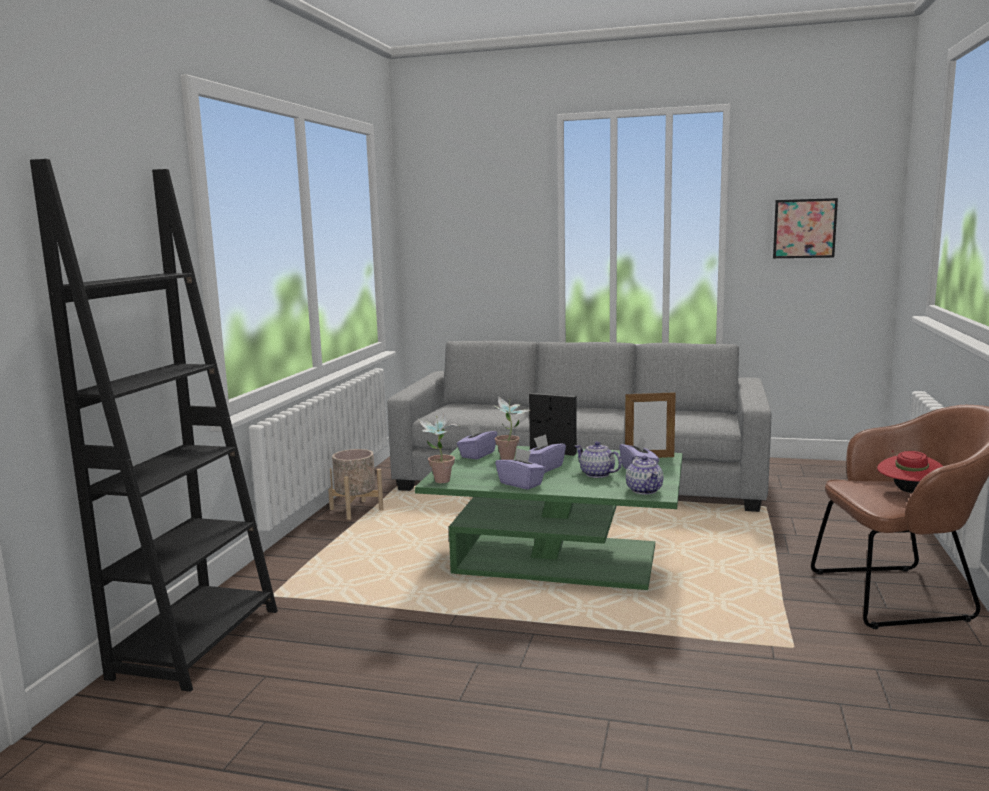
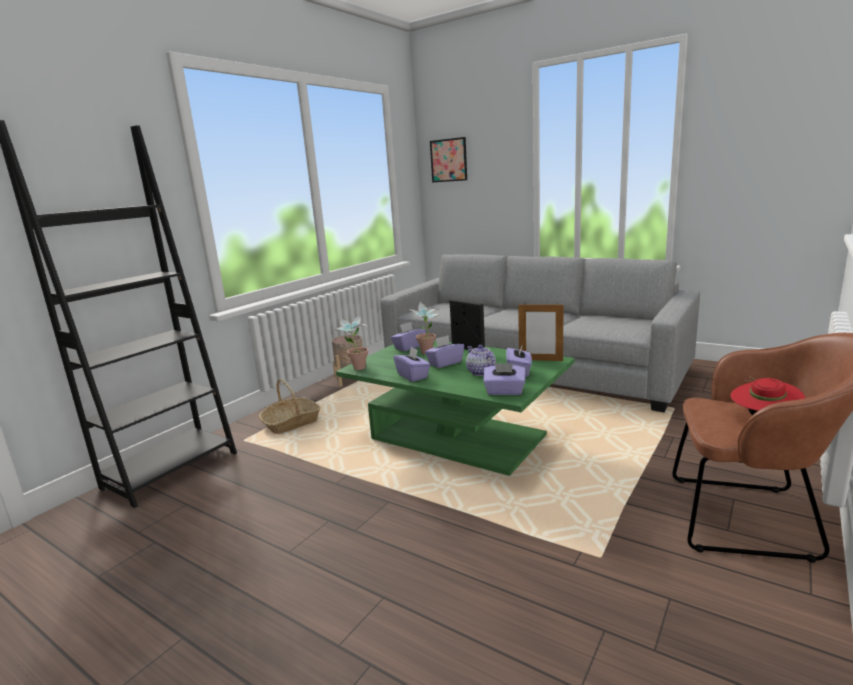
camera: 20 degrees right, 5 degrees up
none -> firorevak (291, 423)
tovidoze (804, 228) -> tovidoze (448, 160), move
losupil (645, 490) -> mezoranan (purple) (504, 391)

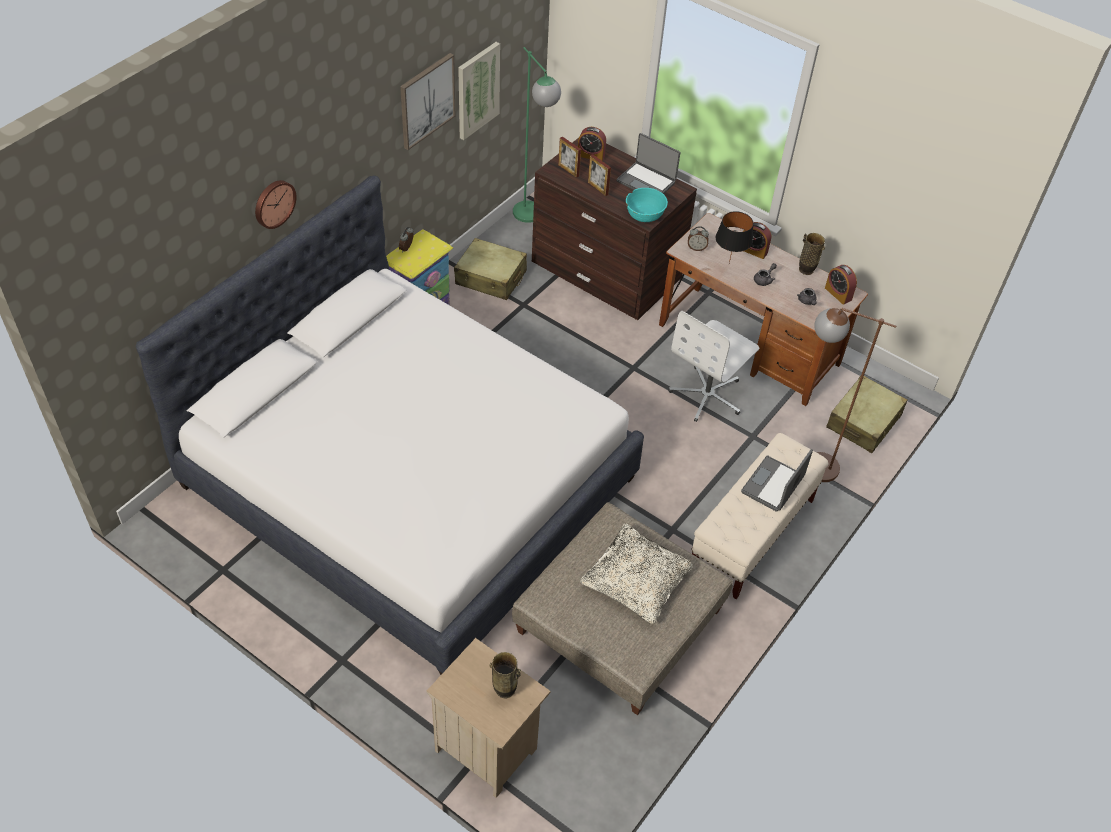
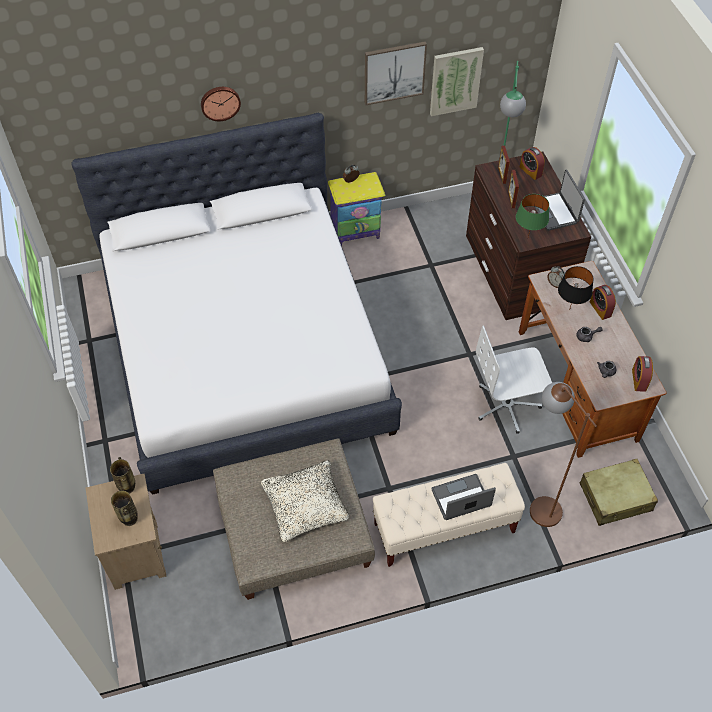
camera: 40 degrees right, 5 degrees up
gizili (806, 270) -> gizili (127, 487), move
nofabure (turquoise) (644, 215) -> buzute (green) (527, 238)
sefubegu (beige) (491, 278) -> none

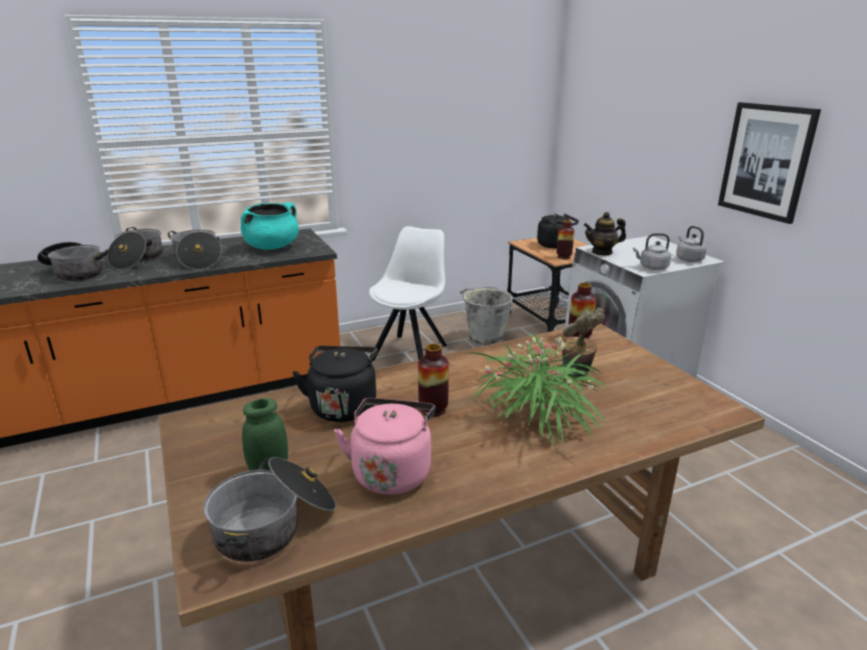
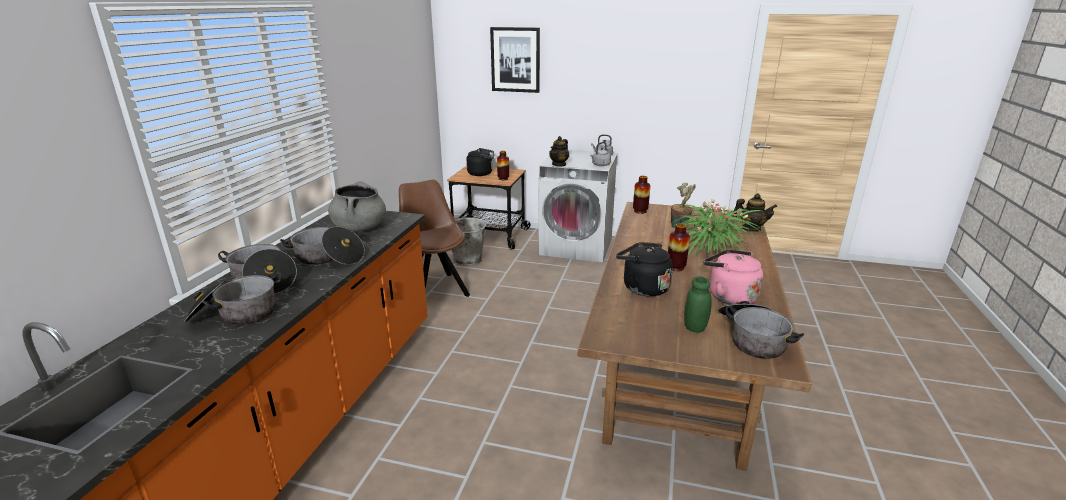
camera: 50 degrees left, 0 degrees up
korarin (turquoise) (272, 247) -> korarin (grey) (360, 227)
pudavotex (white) (410, 352) -> pudavotex (brown) (435, 290)
tovidoze (766, 161) -> tovidoze (515, 60), move
none -> losupil (751, 229)

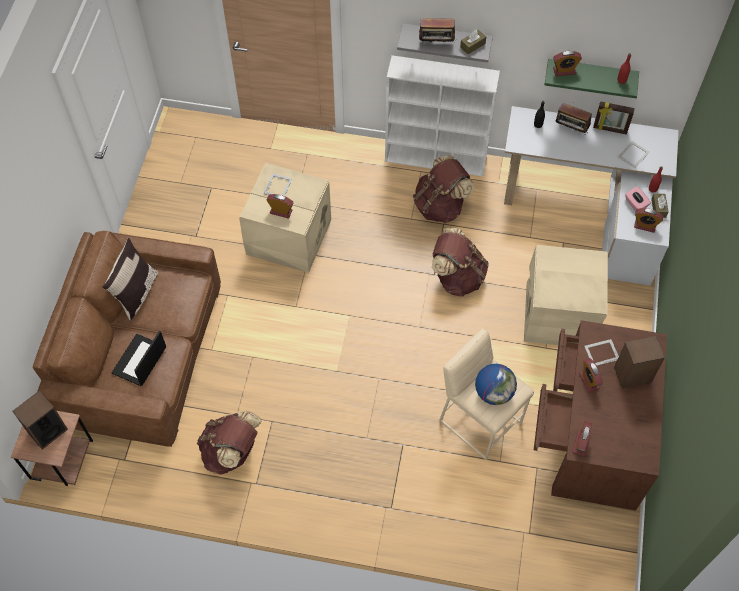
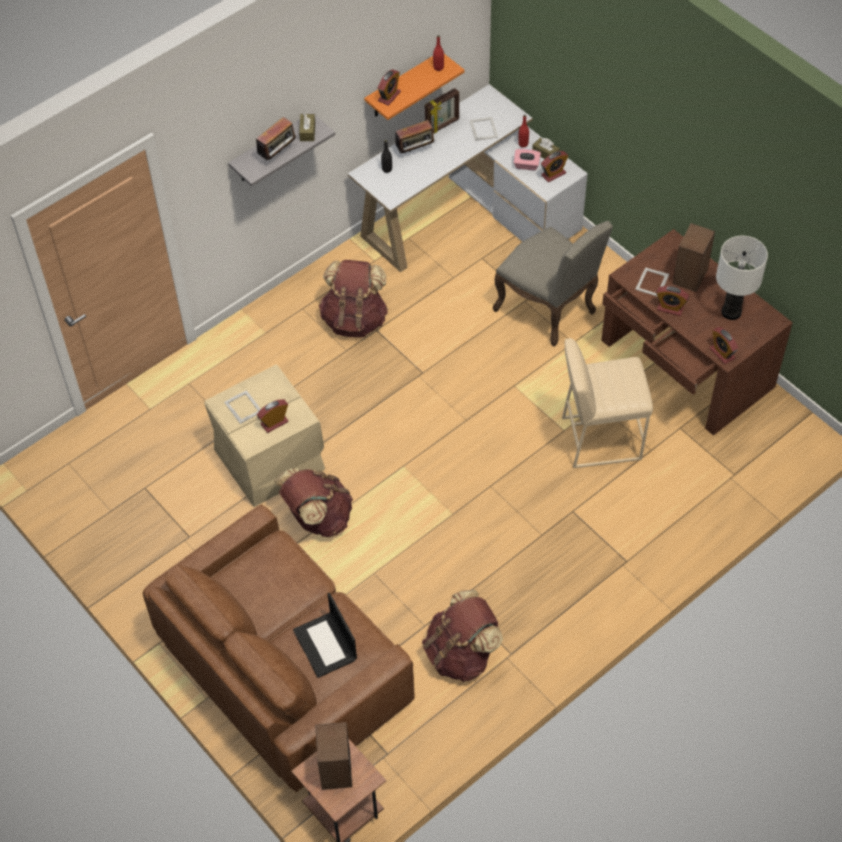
camera: 50 degrees left, 5 degrees down
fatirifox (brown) (457, 277) -> fatirifox (brown) (317, 518), move
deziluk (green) (590, 74) -> deziluk (orange) (403, 86)
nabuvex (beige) (558, 313) -> pudavotex (grey) (548, 310)
none -> buzute (white) (731, 312)
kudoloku (136, 294) -> none
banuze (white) (436, 158) -> none
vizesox (494, 392) -> none

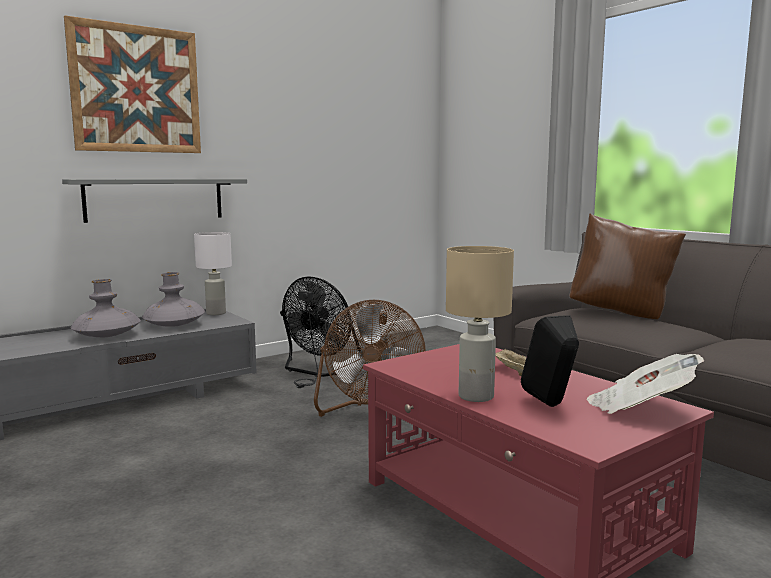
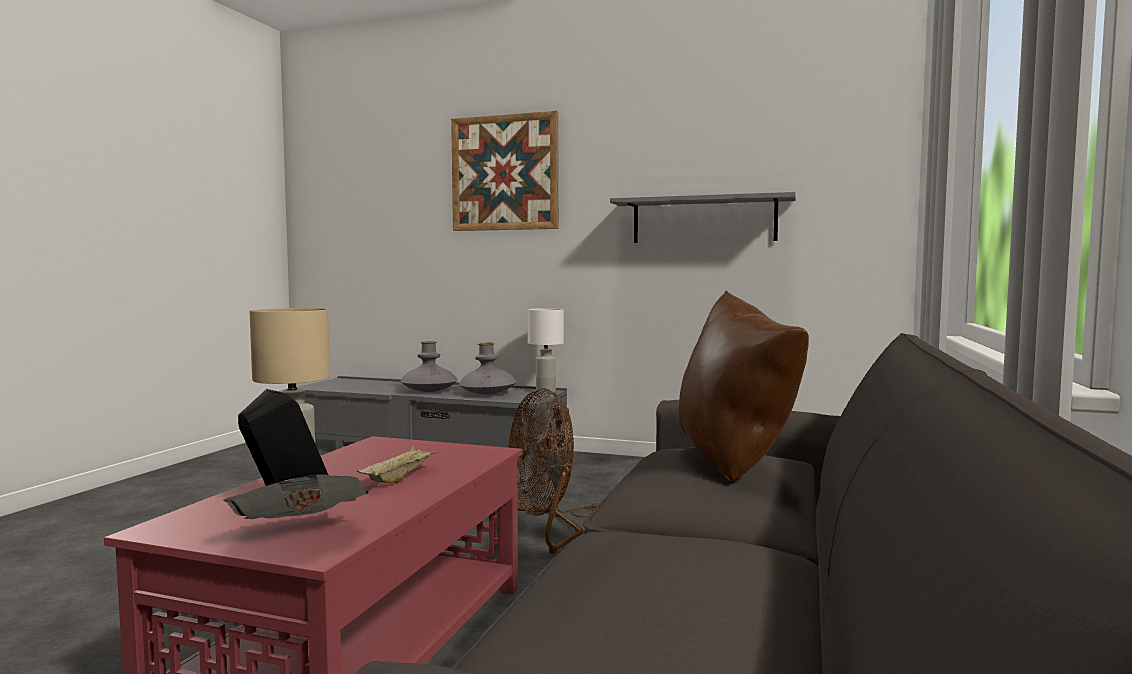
camera: 55 degrees right, 5 degrees down
deziluk (grey) (155, 199) -> deziluk (grey) (703, 220), move
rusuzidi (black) (314, 371) -> none

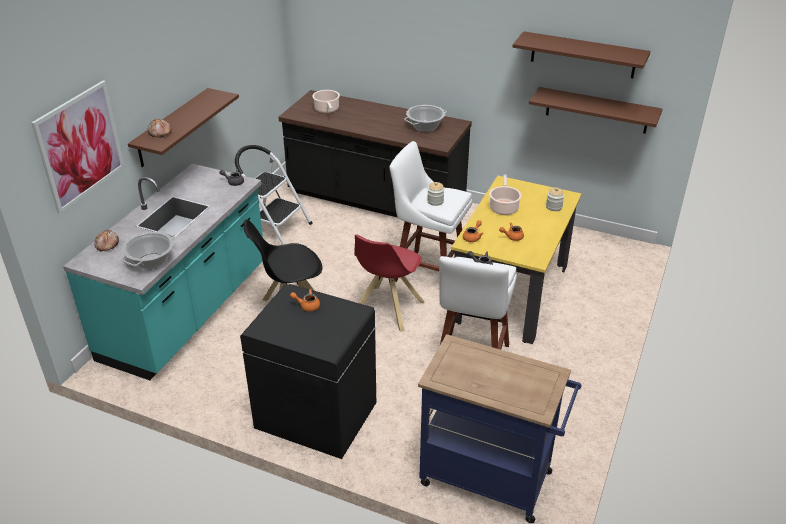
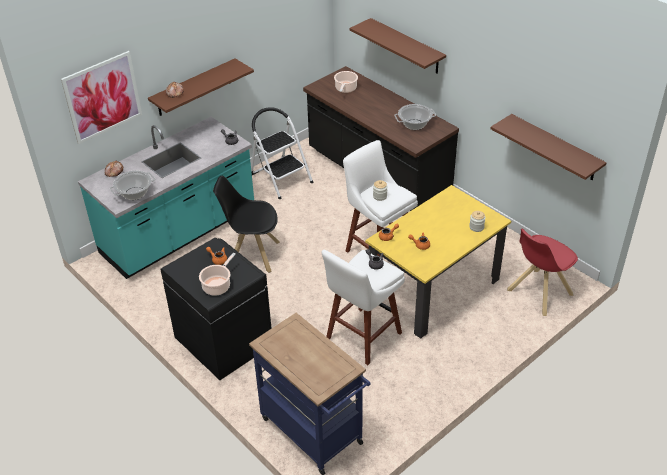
camera: 25 degrees right, 5 degrees up
korarin (504, 207) -> korarin (217, 285), move
deziluk (brown) (583, 55) -> deziluk (brown) (406, 46), move
pudavotex (red) (386, 309) -> pudavotex (red) (538, 293), move

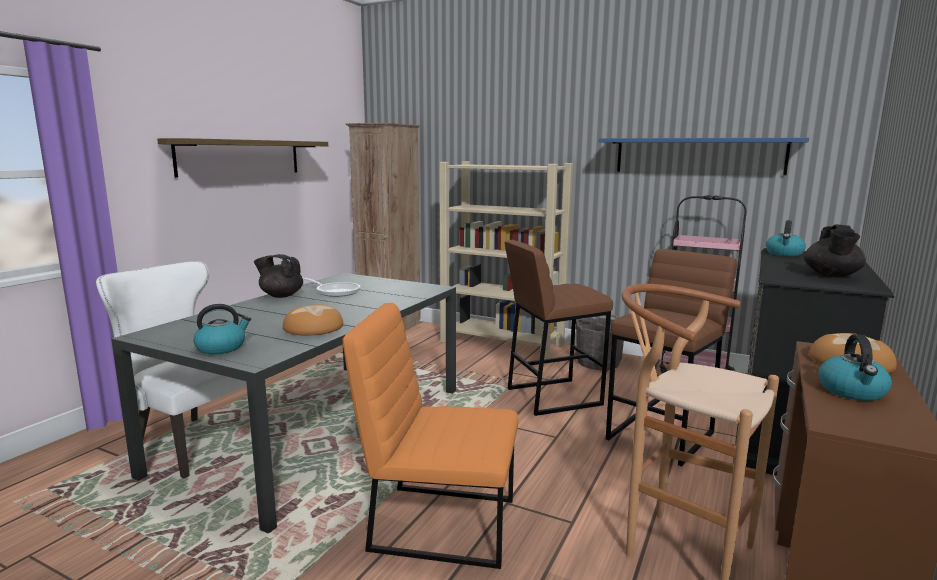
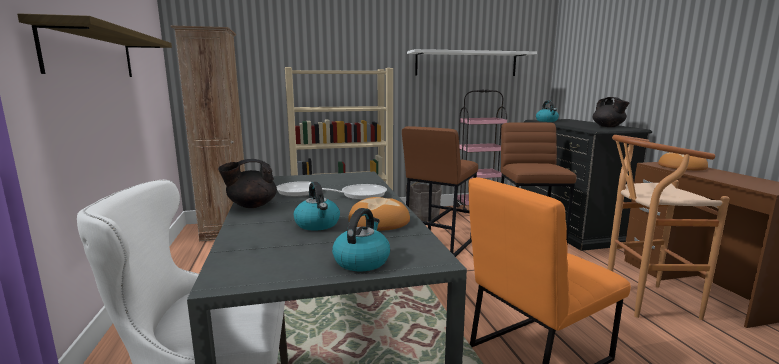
camera: 40 degrees left, 0 degrees up
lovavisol (852, 391) -> lovavisol (318, 224), move
none -> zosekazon (359, 195)
deziluk (blue) (698, 156) -> deziluk (white) (466, 64)

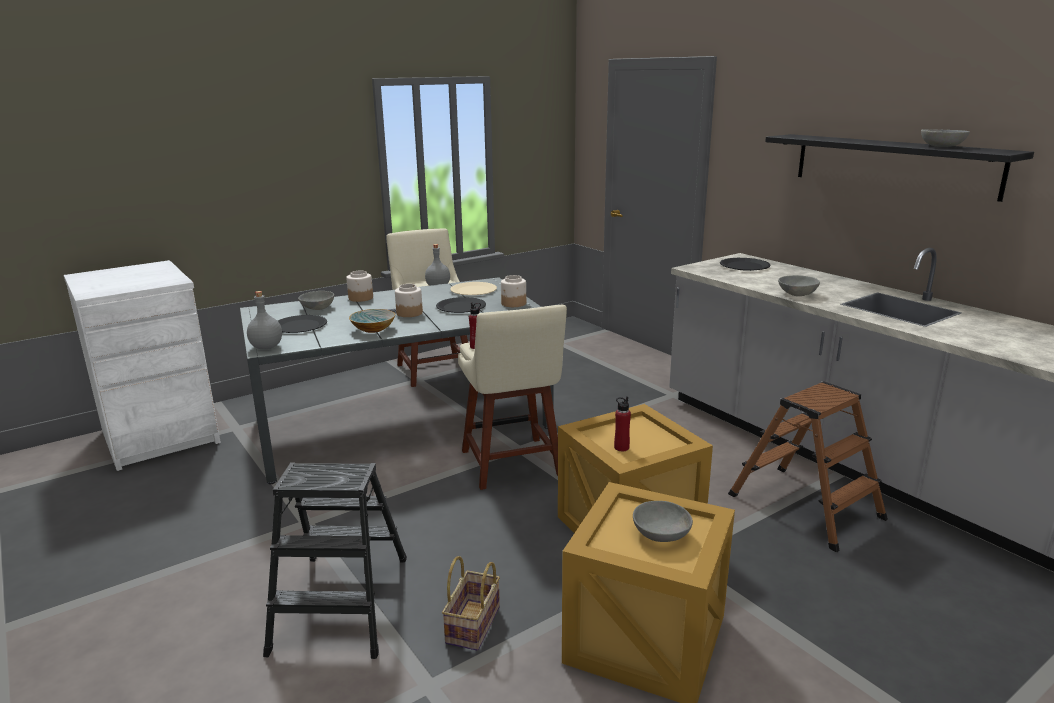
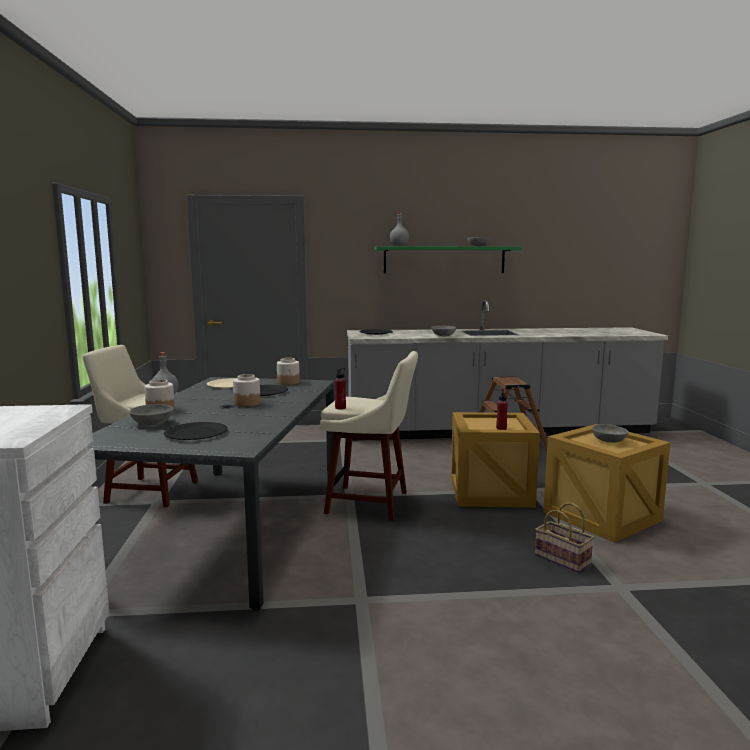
camera: 60 degrees left, 10 degrees down
deziluk (black) (893, 165) -> deziluk (green) (444, 260)
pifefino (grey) (267, 347) -> pifefino (grey) (399, 246), move
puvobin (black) (341, 602) -> none
nofabure (373, 329) -> none

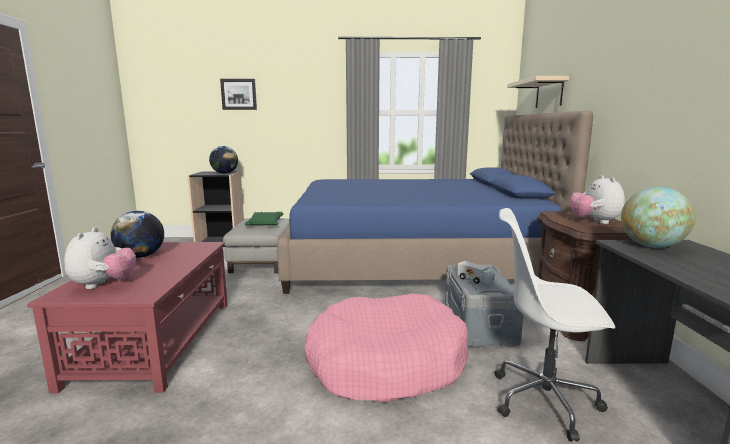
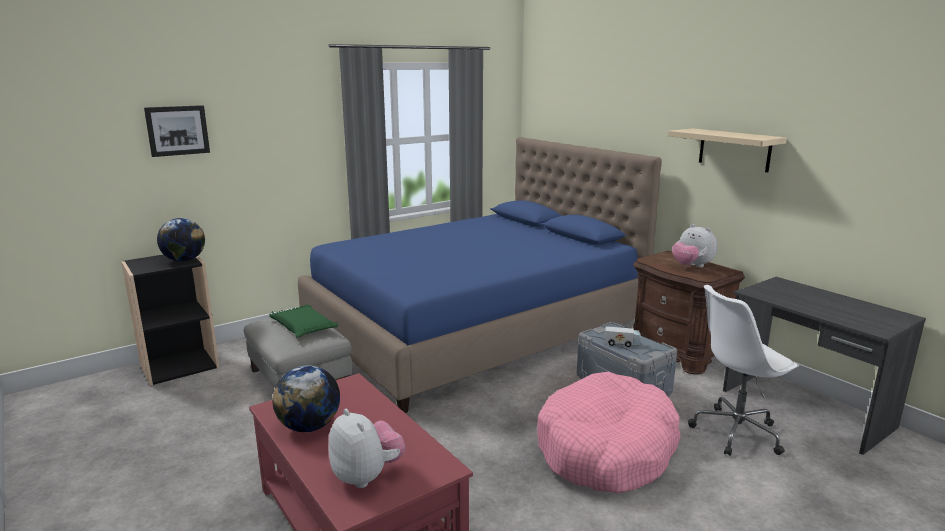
camera: 35 degrees left, 5 degrees up
deziluk (beige) (549, 93) -> deziluk (beige) (734, 150), move
vizesox (651, 246) -> none

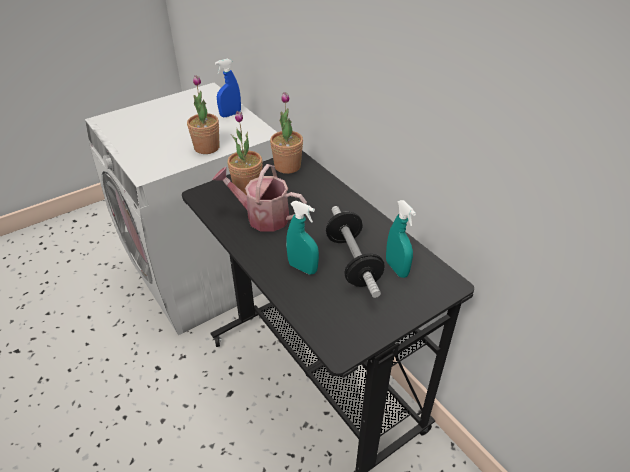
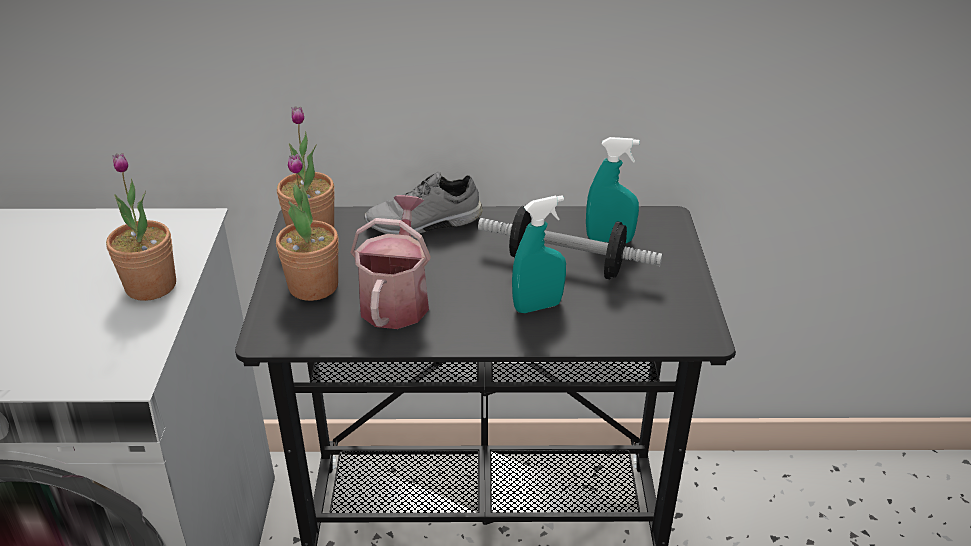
camera: 55 degrees left, 5 degrees down
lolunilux (262, 217) -> lolunilux (396, 299), 135 degrees clockwise
none -> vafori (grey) (424, 224)
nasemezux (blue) (230, 114) -> none

